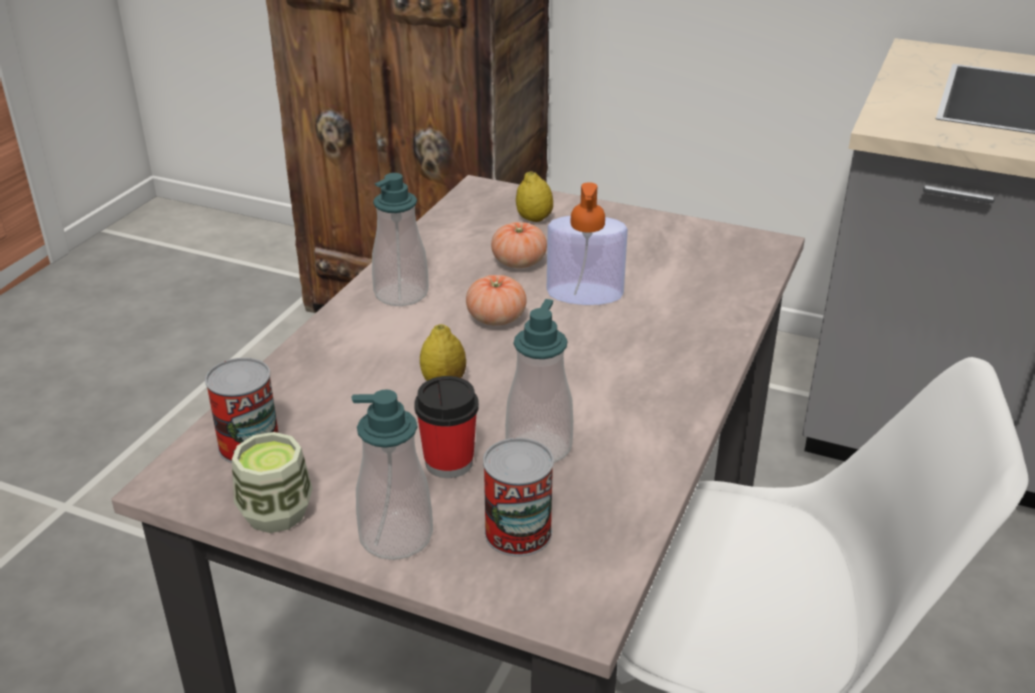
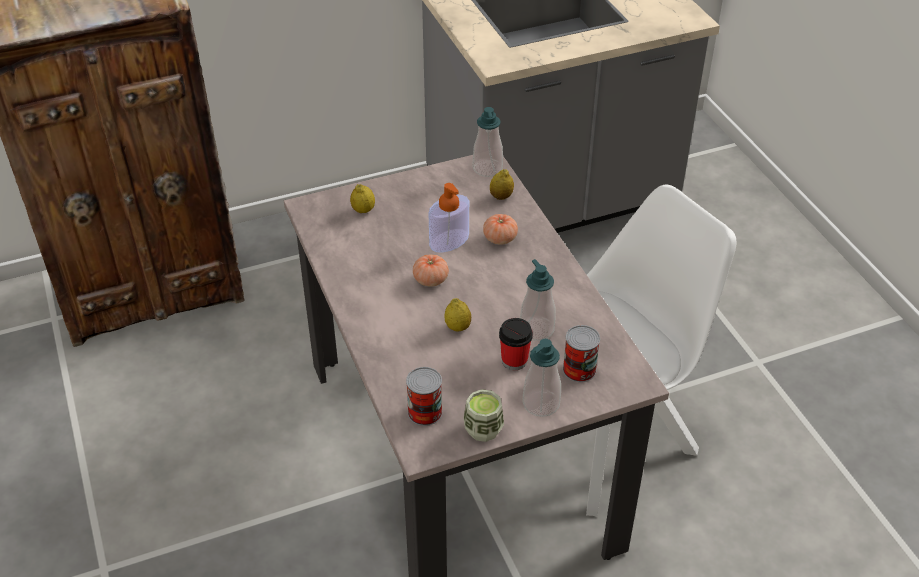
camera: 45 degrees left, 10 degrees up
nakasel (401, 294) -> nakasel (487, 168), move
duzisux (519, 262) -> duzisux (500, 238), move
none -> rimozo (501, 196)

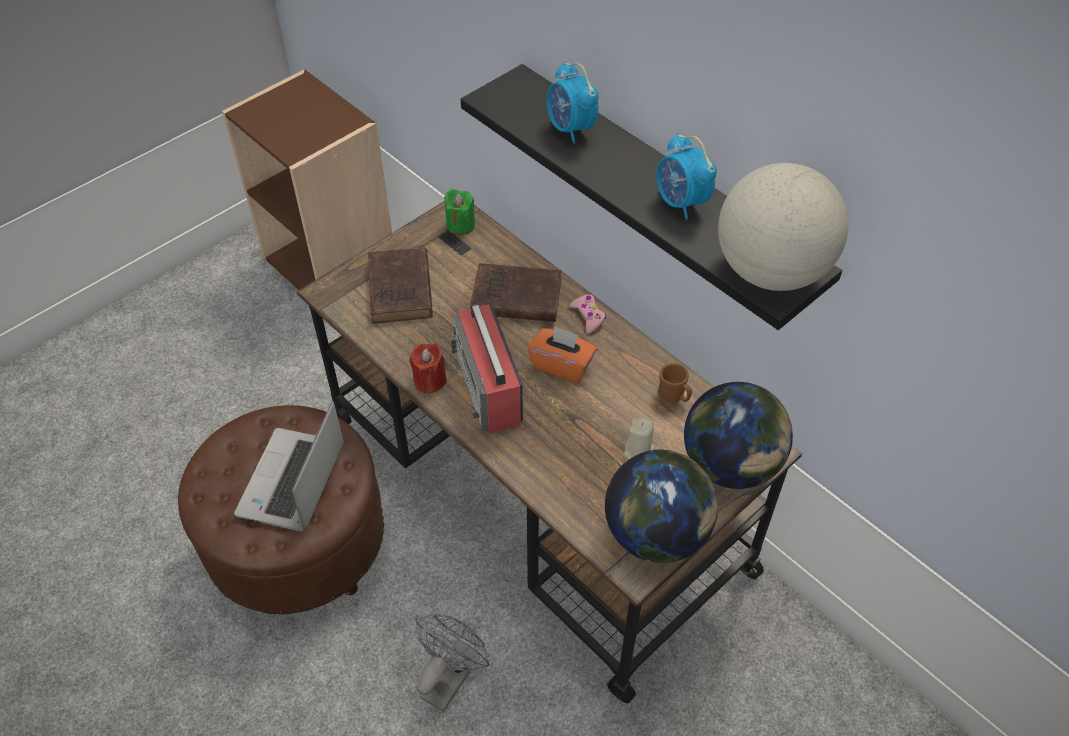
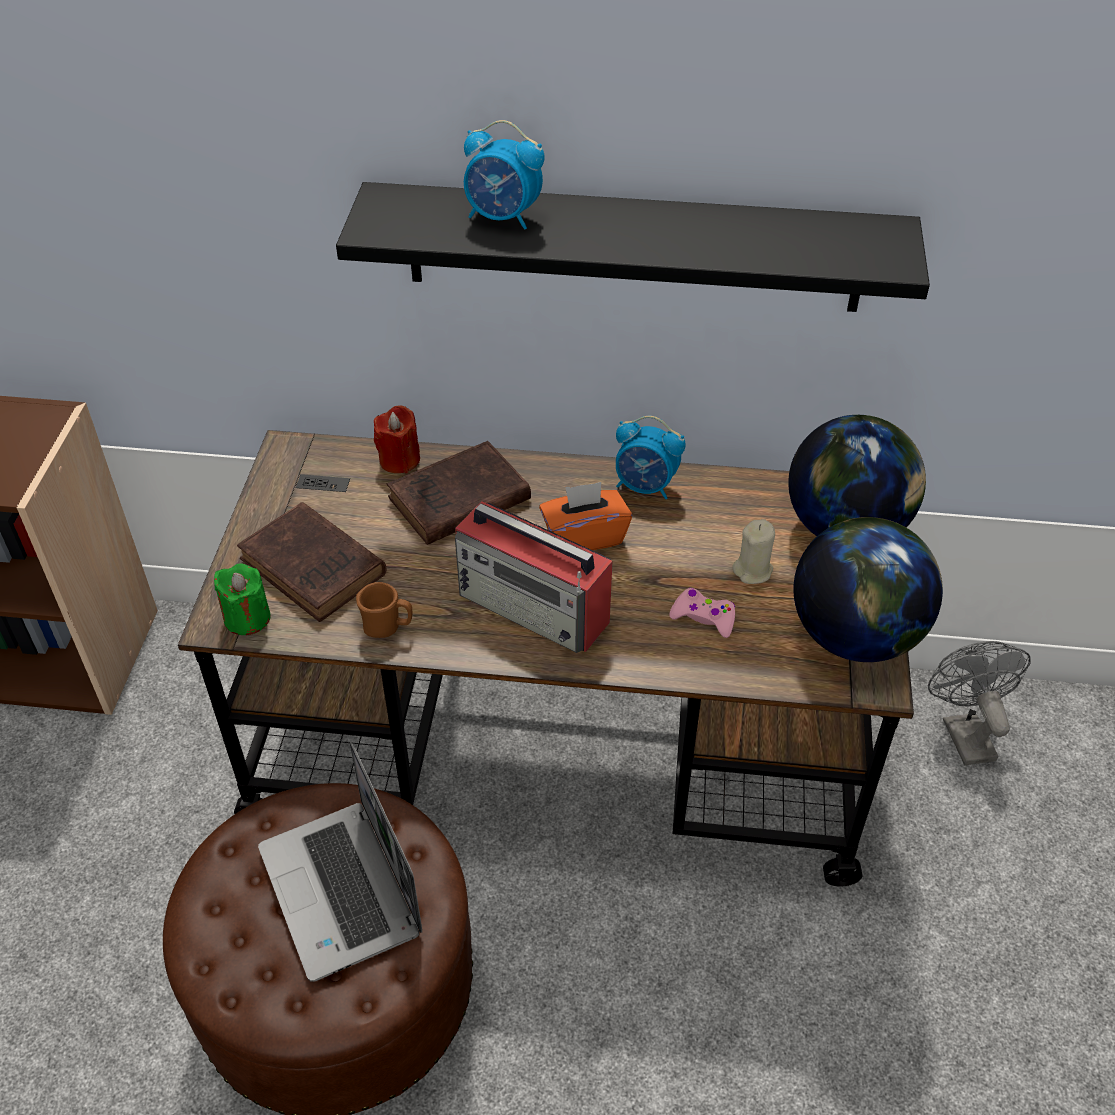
camera: 40 degrees left, 5 degrees down
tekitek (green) (460, 225) -> tekitek (green) (247, 618), move
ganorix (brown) (674, 396) -> ganorix (brown) (387, 627), move
tekitek (red) (430, 380) -> tekitek (red) (399, 460), move
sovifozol (681, 202) -> sovifozol (645, 486), move
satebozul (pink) (588, 316) -> satebozul (pink) (703, 617), move
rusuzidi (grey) (449, 677) -> rusuzidi (grey) (963, 732), move
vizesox (771, 271) -> none

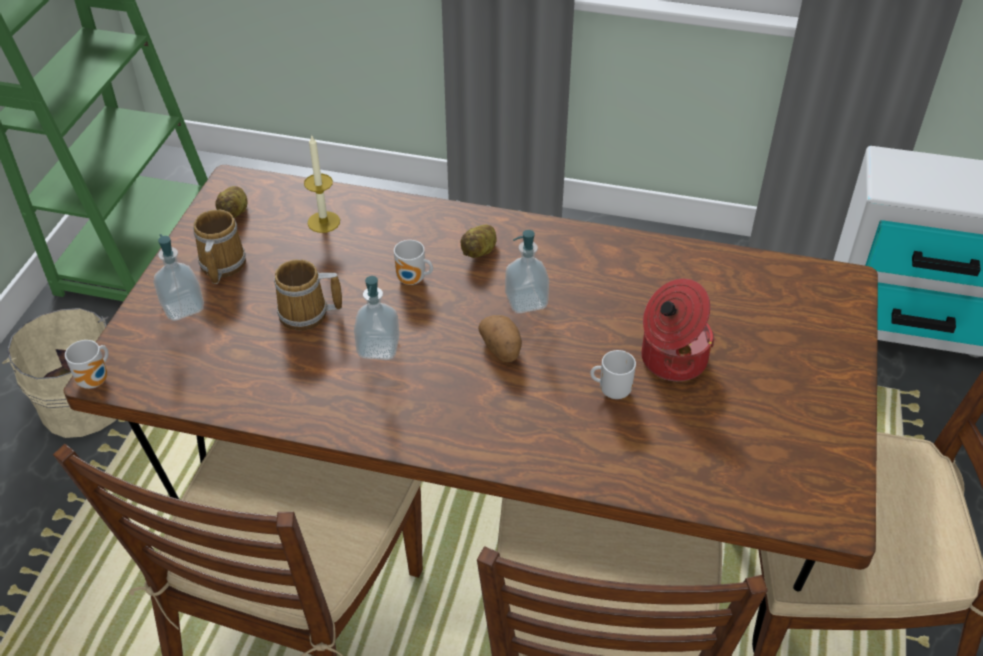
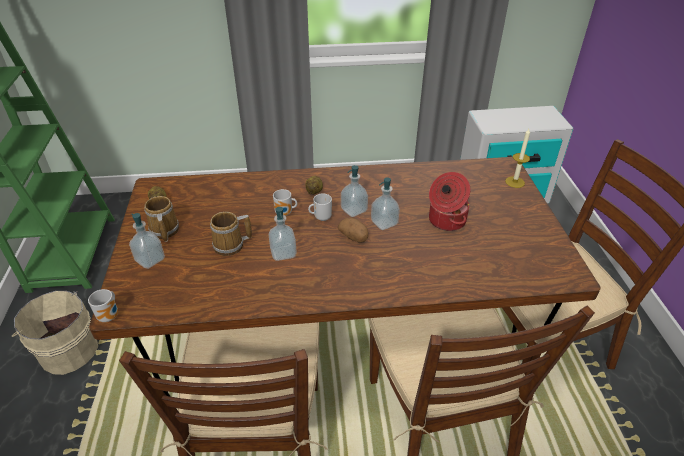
camera: 20 degrees left, 5 degrees down
ganorix (612, 390) -> ganorix (321, 217), move
none -> nakasel (384, 223)
tekitek (323, 222) -> tekitek (514, 182), move

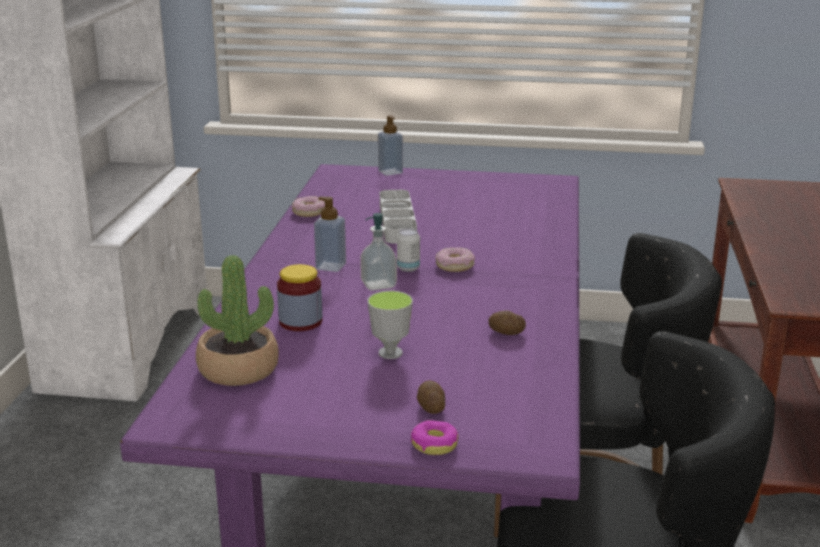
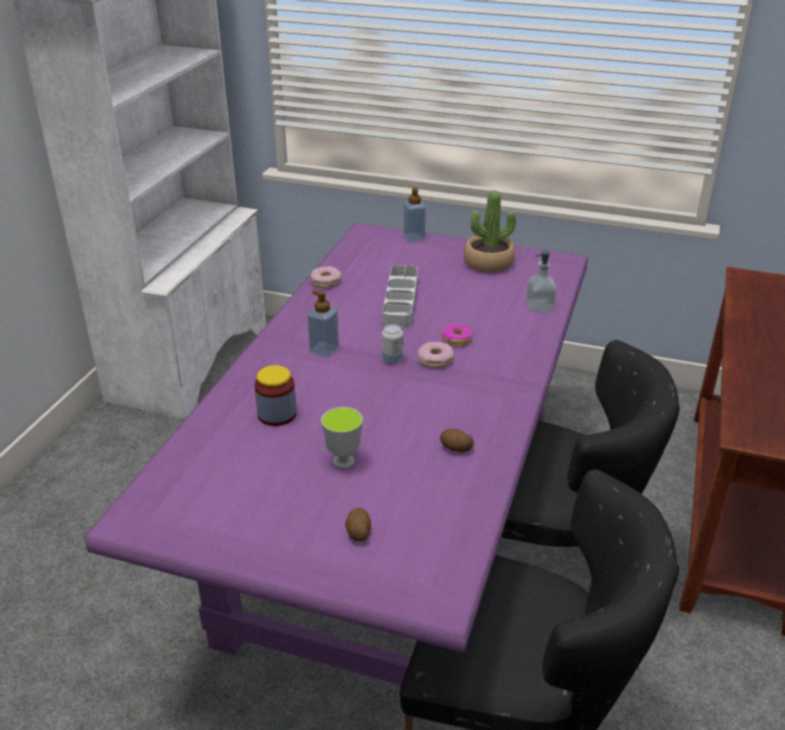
camera: 10 degrees right, 10 degrees up
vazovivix (434, 444) -> vazovivix (457, 339), move
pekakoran (238, 369) -> pekakoran (488, 263), move
nakasel (378, 284) -> nakasel (539, 307), move

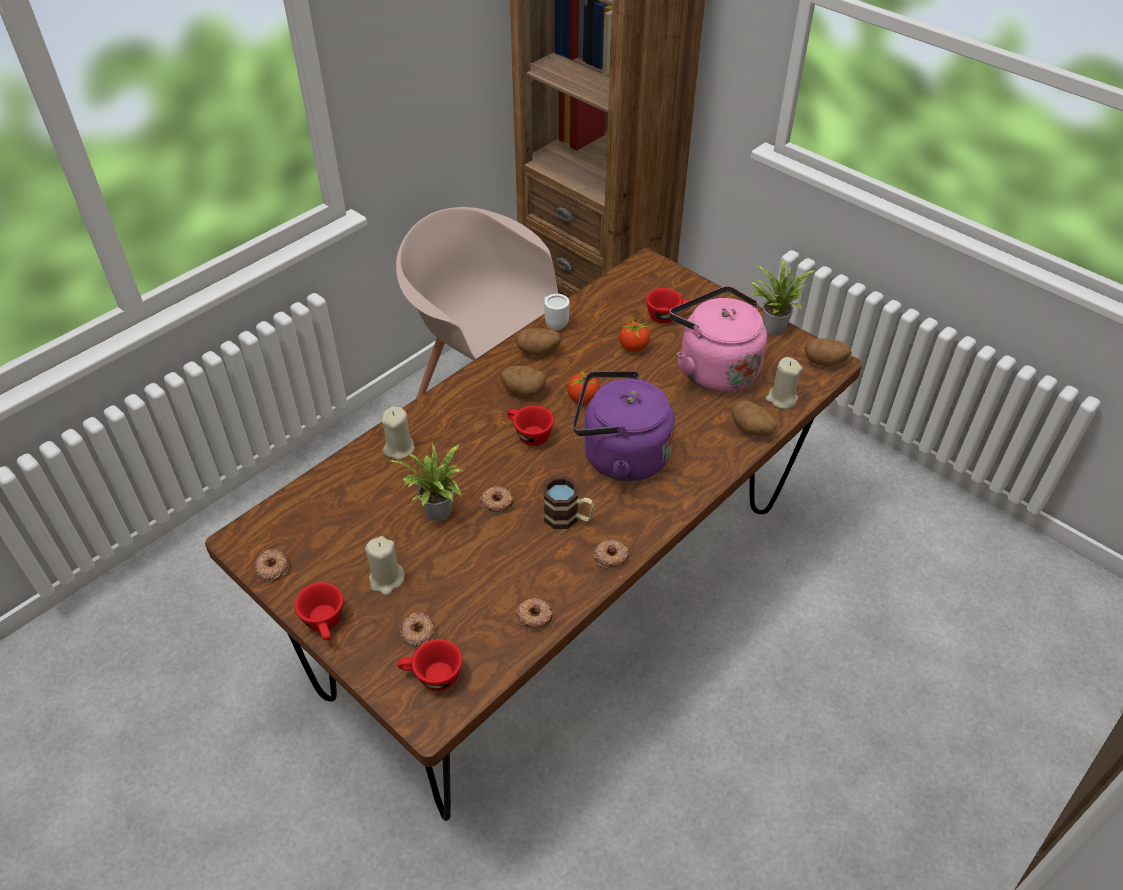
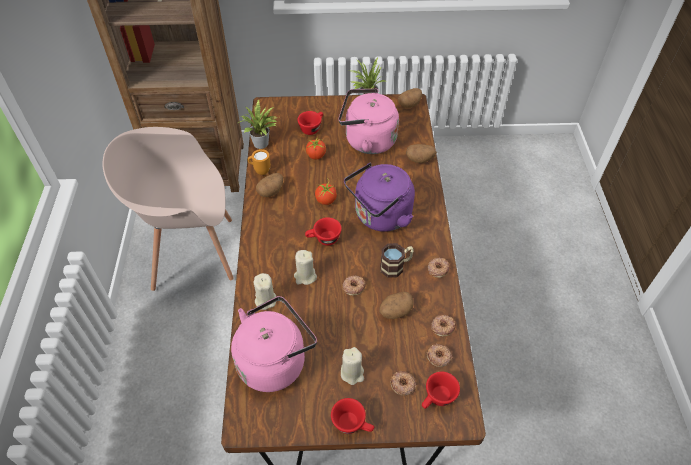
camera: 45 degrees left, 5 degrees up
none -> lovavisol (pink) (275, 361)
pekakoran (438, 514) -> pekakoran (262, 144), move
ganorix (white) (554, 324) -> ganorix (orange) (260, 170)
tekitek (beige) (781, 399) -> tekitek (beige) (305, 276), move
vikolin (523, 391) -> vikolin (395, 311), move
vazovivix (272, 568) -> vazovivix (438, 357), move

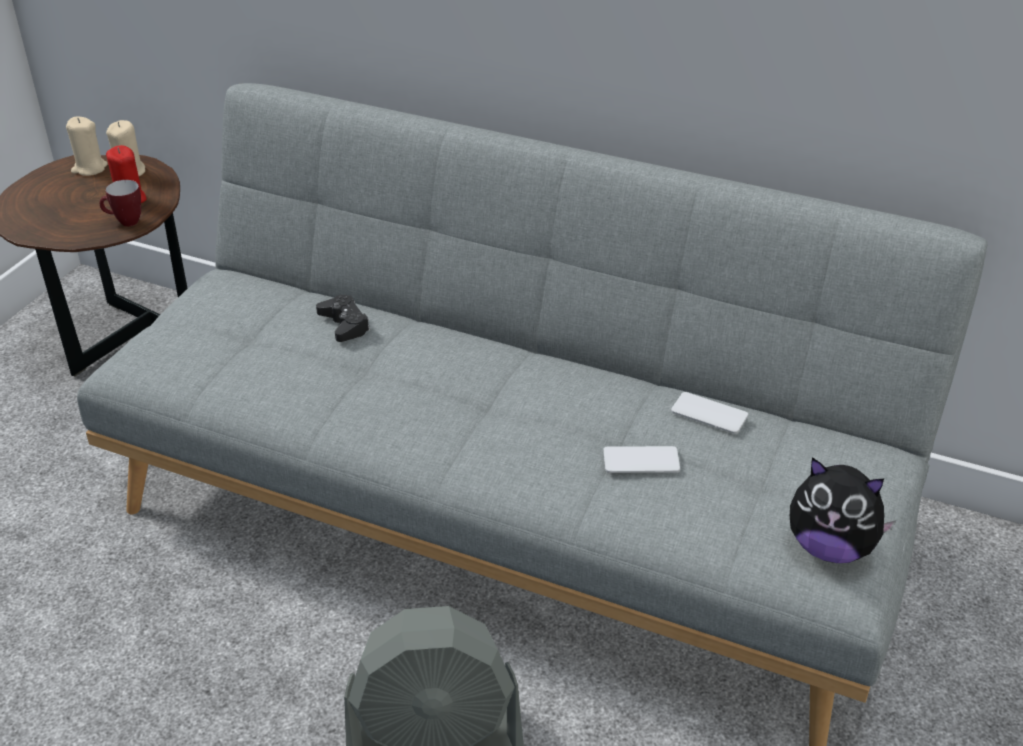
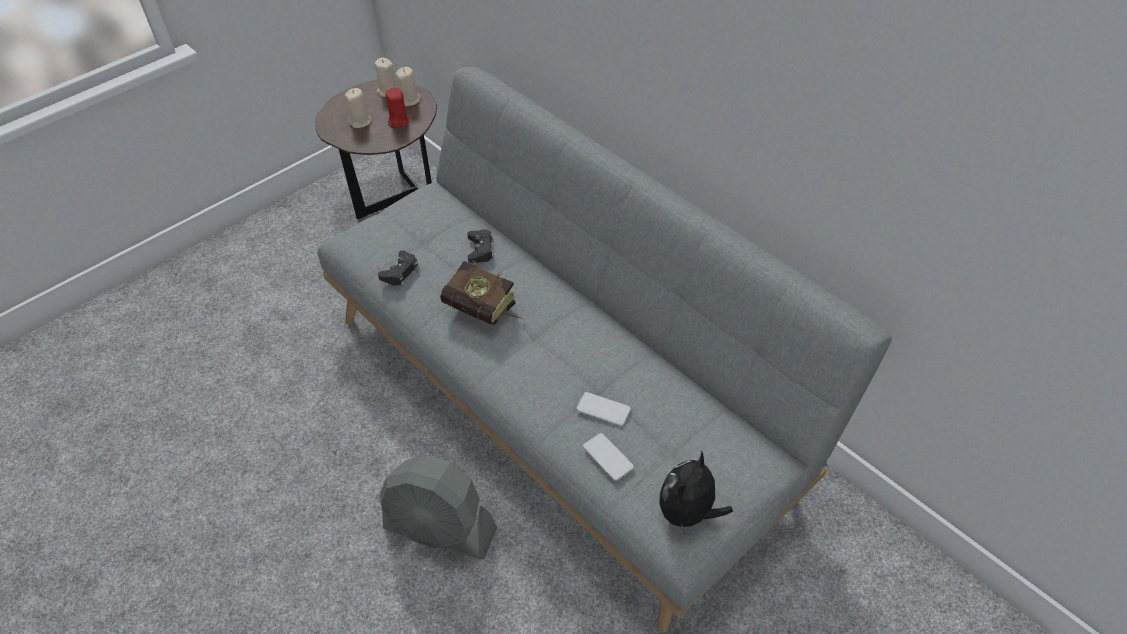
camera: 25 degrees right, 10 degrees up
none -> tekitek (beige) (360, 121)
none -> satebozul (black) (400, 272)
none -> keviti (486, 312)
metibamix (709, 414) -> metibamix (608, 457), move
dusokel (830, 547) -> dusokel (688, 513), 75 degrees clockwise
ganorix (124, 222) -> none

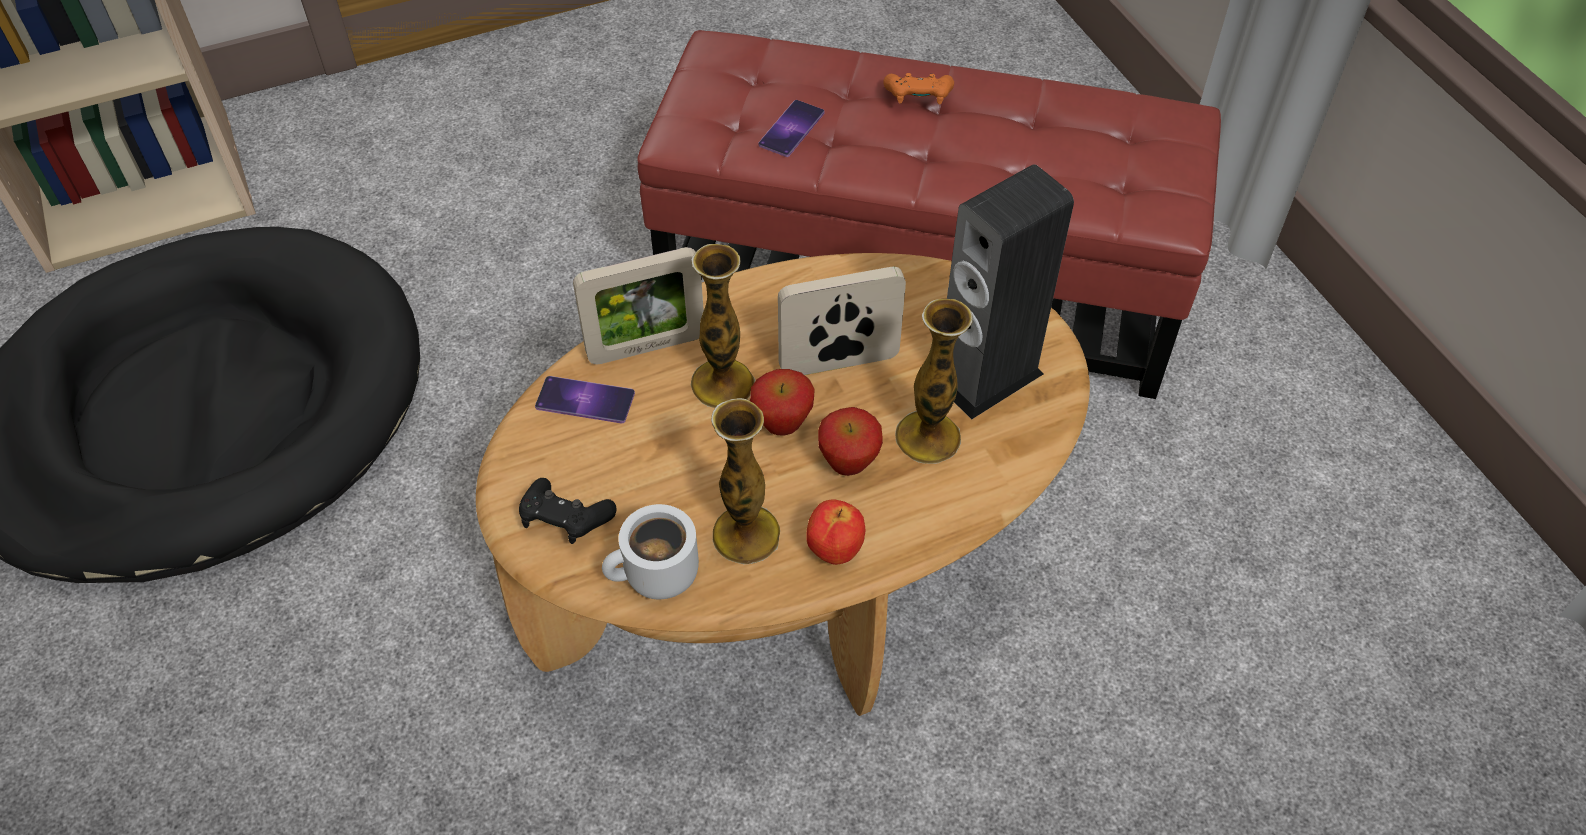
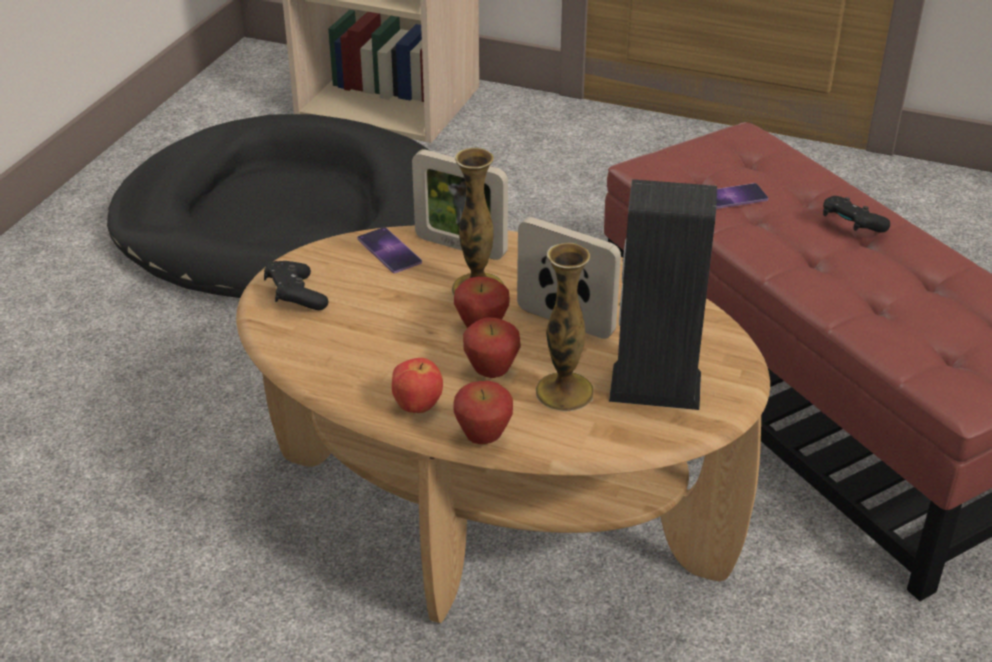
camera: 45 degrees right, 15 degrees down
none -> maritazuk (483, 438)
satebozul (orange) (918, 99) -> satebozul (black) (850, 226)
ganorix (white) (656, 577) -> none
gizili (746, 534) -> none

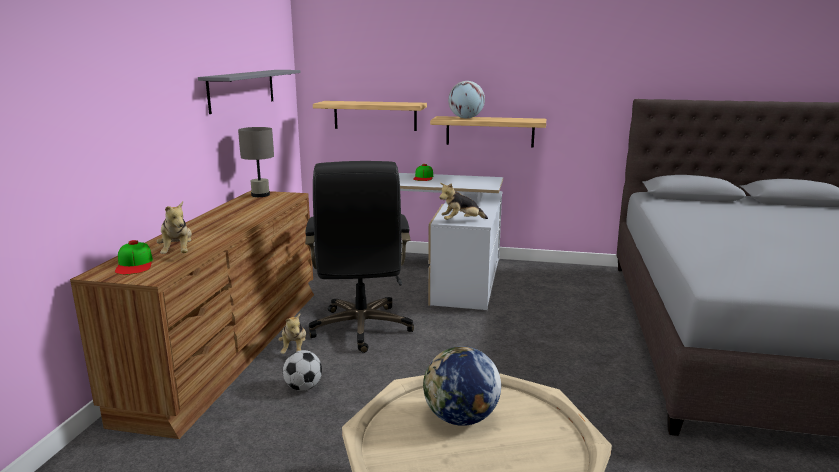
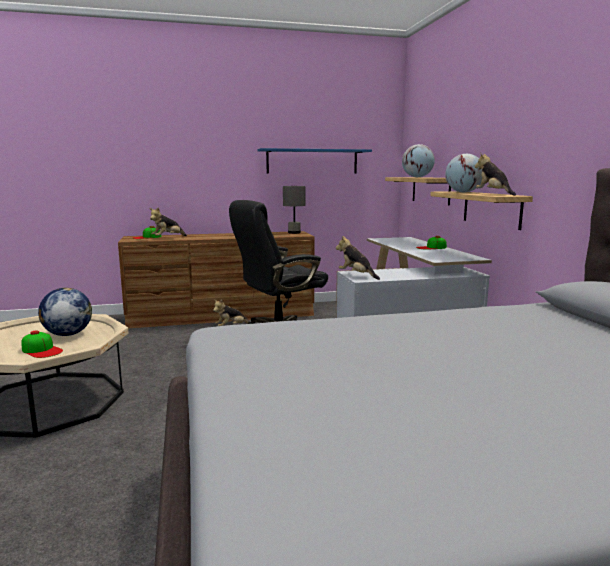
camera: 65 degrees right, 5 degrees down
none -> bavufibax (42, 350)
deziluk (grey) (242, 90) -> deziluk (blue) (312, 161)
none -> vizesox (417, 177)
none -> dusokel (493, 194)
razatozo (303, 387) -> none

